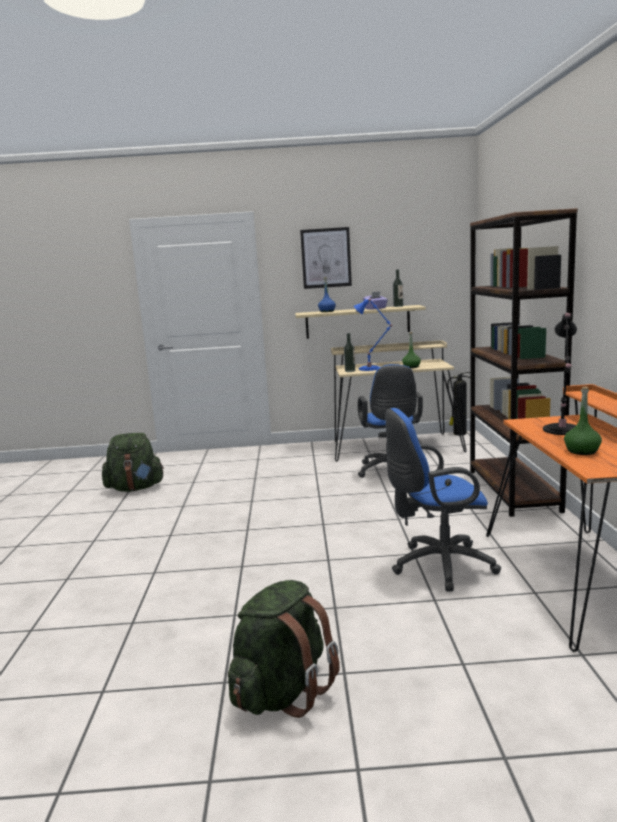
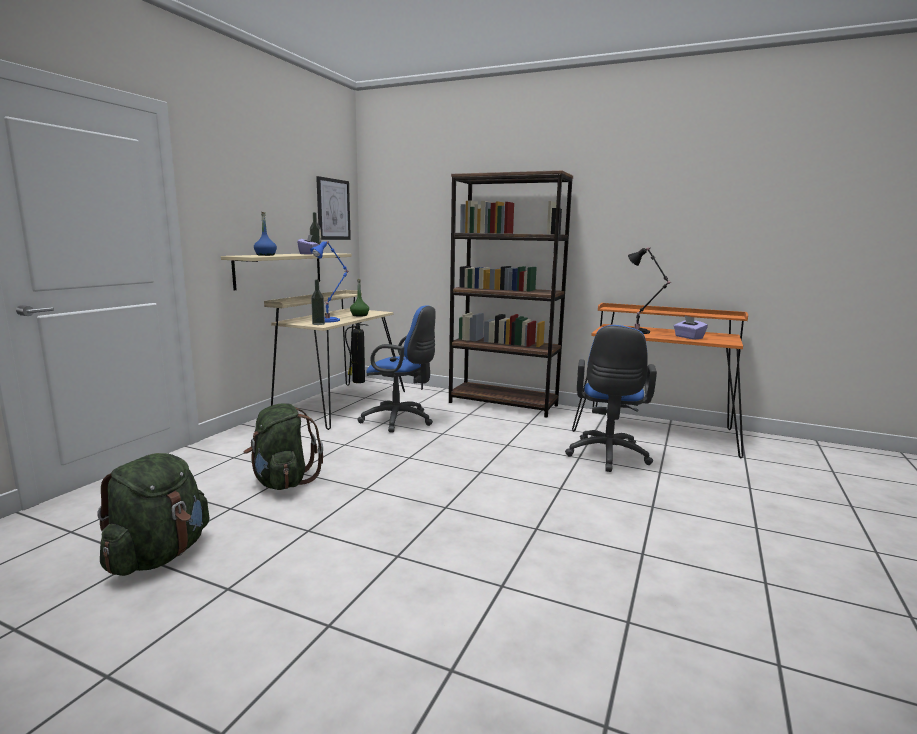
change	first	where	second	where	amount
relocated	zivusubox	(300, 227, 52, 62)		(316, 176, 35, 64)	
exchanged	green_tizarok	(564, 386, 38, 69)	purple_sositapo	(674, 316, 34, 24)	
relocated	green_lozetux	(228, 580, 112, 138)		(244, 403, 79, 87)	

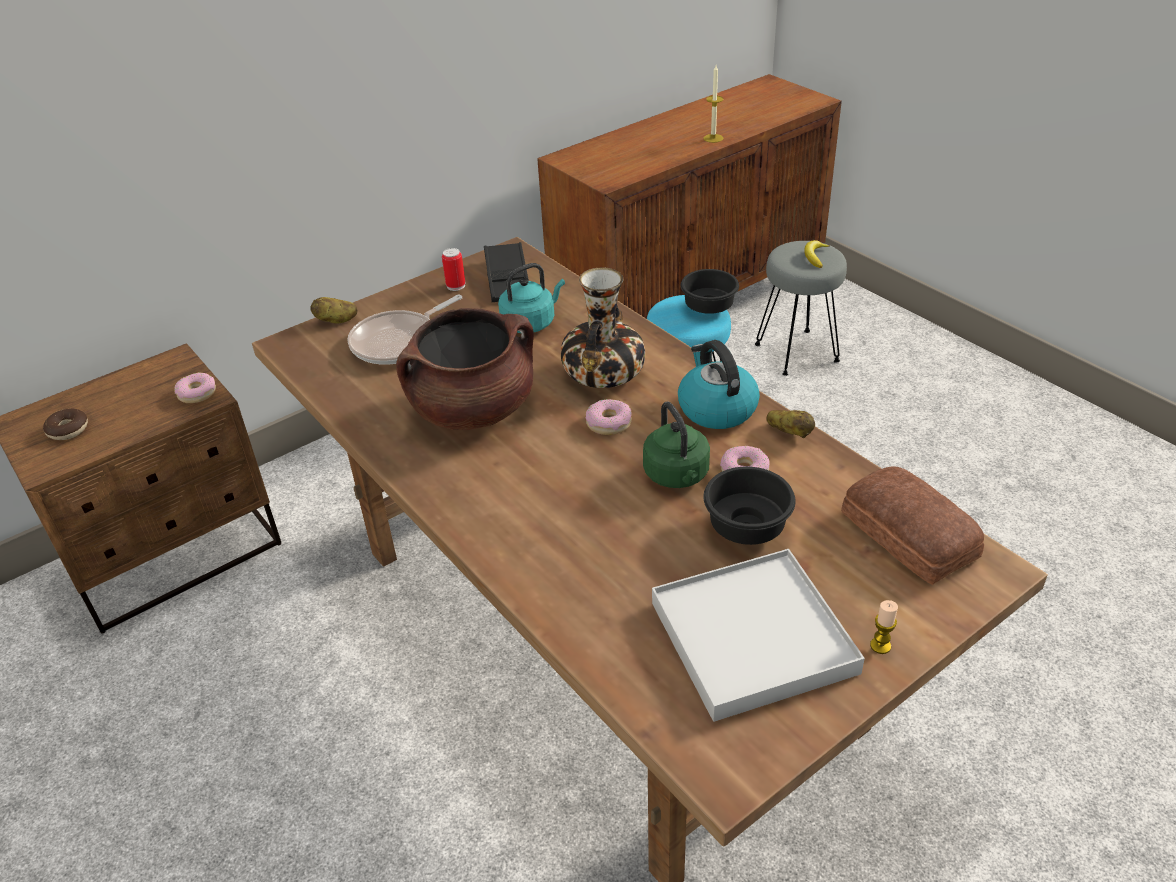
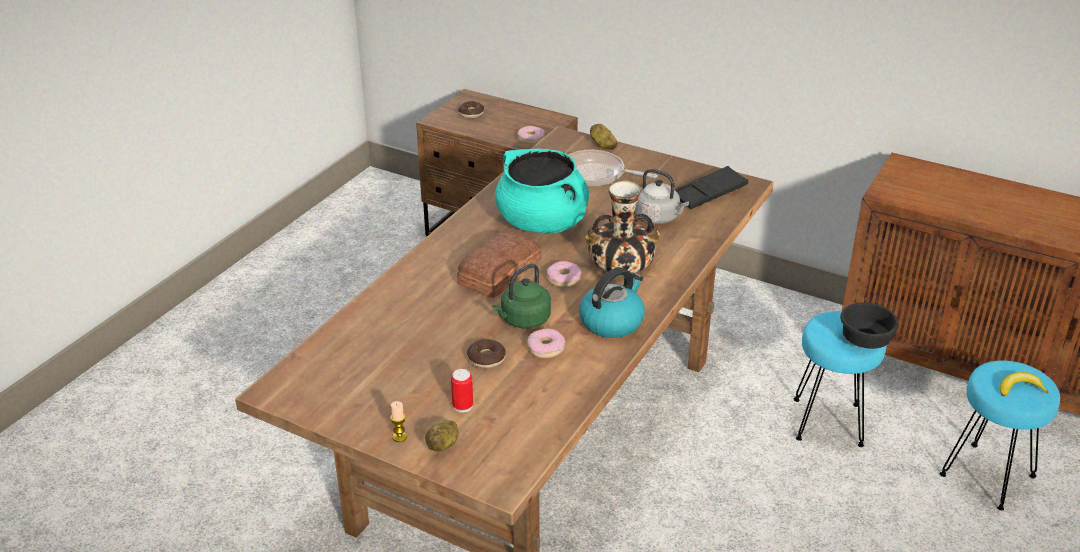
change	first	where	second	where	amount
missing	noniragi	(703, 65, 20, 78)			
colour	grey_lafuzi	(755, 241, 92, 135)	turquoise_lafuzi	(940, 360, 120, 150)	
relocated	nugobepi	(442, 248, 23, 43)		(451, 369, 22, 44)	
colour	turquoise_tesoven	(498, 263, 67, 70)	grey_tesoven	(636, 169, 53, 55)	
colour	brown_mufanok	(396, 308, 138, 122)	turquoise_mufanok	(495, 148, 94, 85)	
relocated	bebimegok	(766, 410, 49, 28)		(425, 420, 34, 32)	
exchanged	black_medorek	(703, 466, 93, 79)	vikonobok	(467, 339, 39, 29)	
relocated	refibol	(841, 467, 143, 118)		(457, 231, 85, 67)	
missing	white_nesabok	(652, 549, 213, 173)			

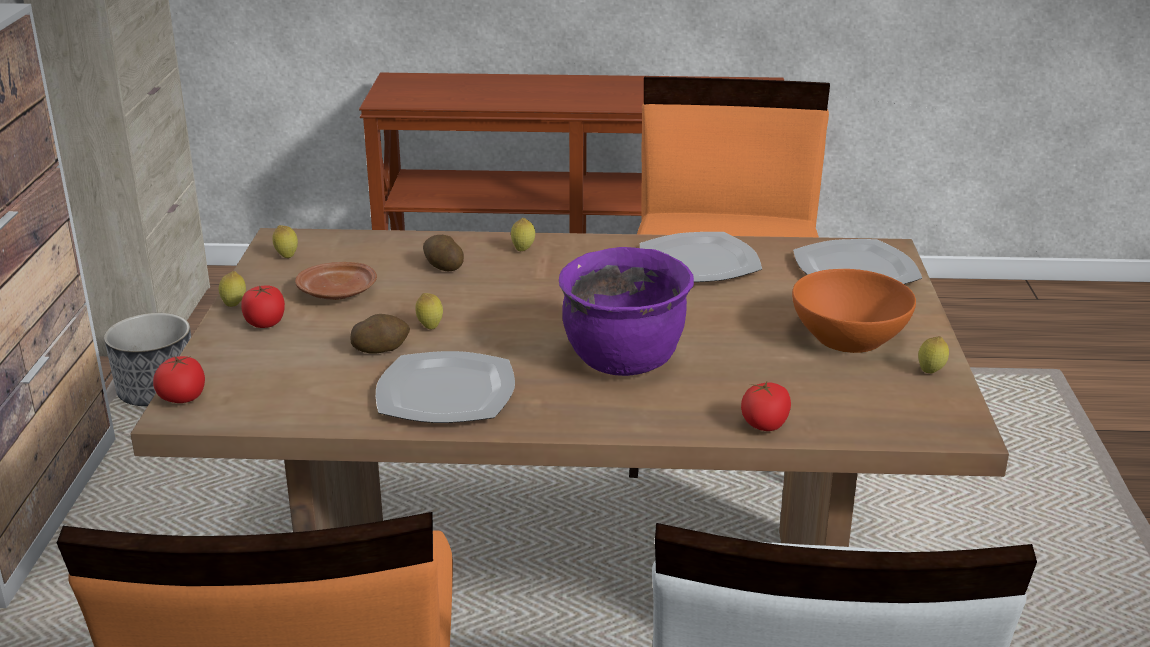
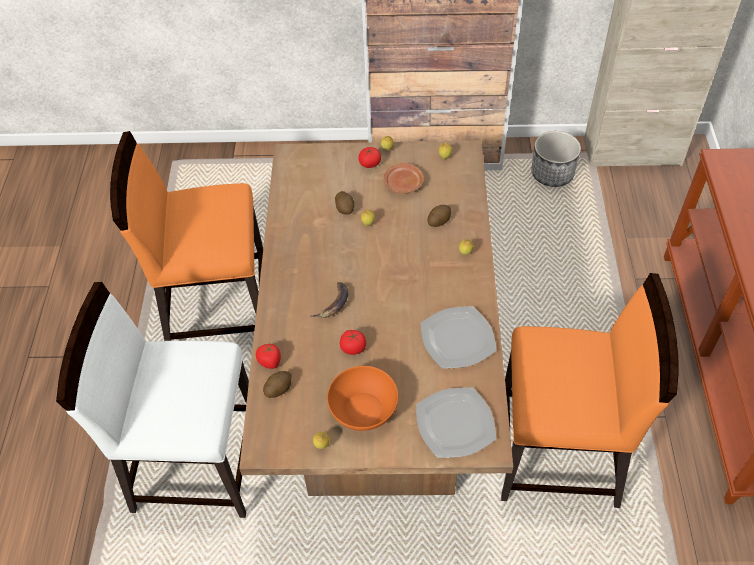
change	first	where	second	where	amount
exchanged	purple_mufanok	(559, 247, 135, 129)	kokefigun	(310, 282, 38, 36)	
missing	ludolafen	(376, 351, 139, 72)			
relocated	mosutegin	(153, 356, 52, 47)		(340, 330, 26, 25)	
appeared			bebimegok	(263, 371, 29, 27)	

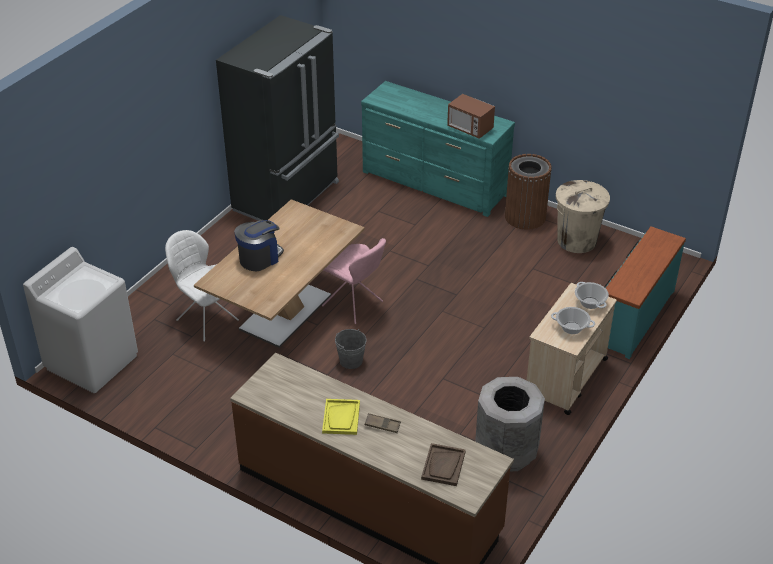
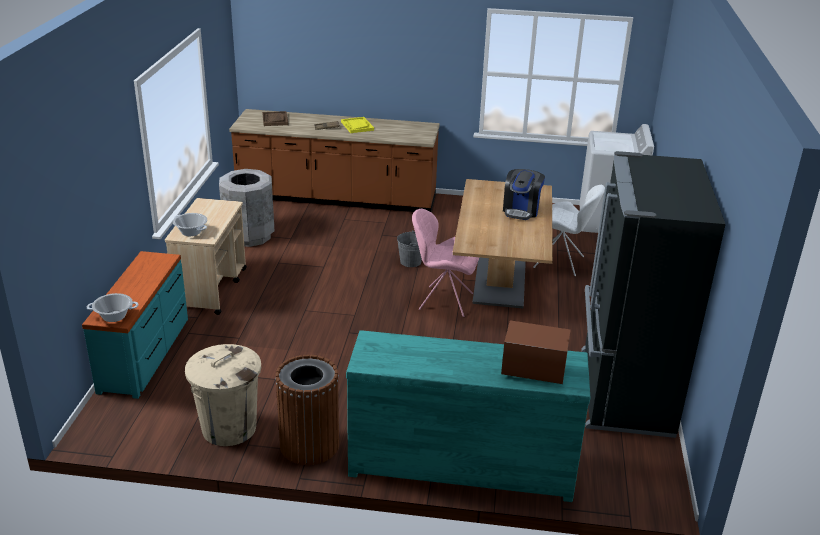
change	first	where	second	where	amount
relocated	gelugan	(447, 94, 48, 45)		(501, 320, 69, 64)	
relocated	mufanok	(551, 307, 44, 27)		(87, 293, 51, 29)	

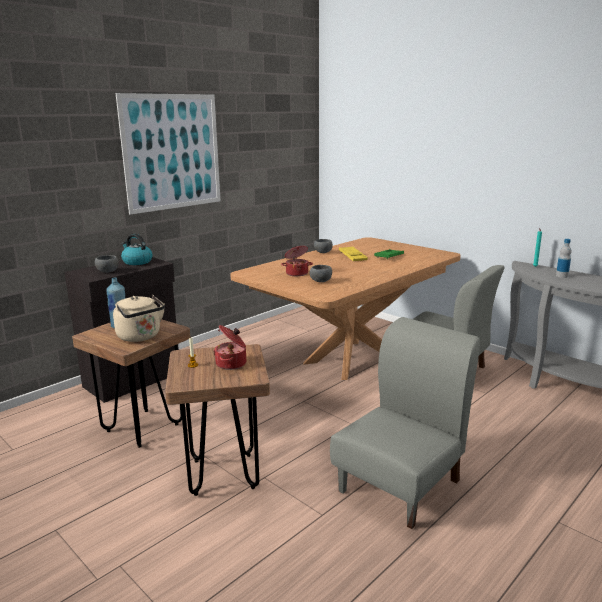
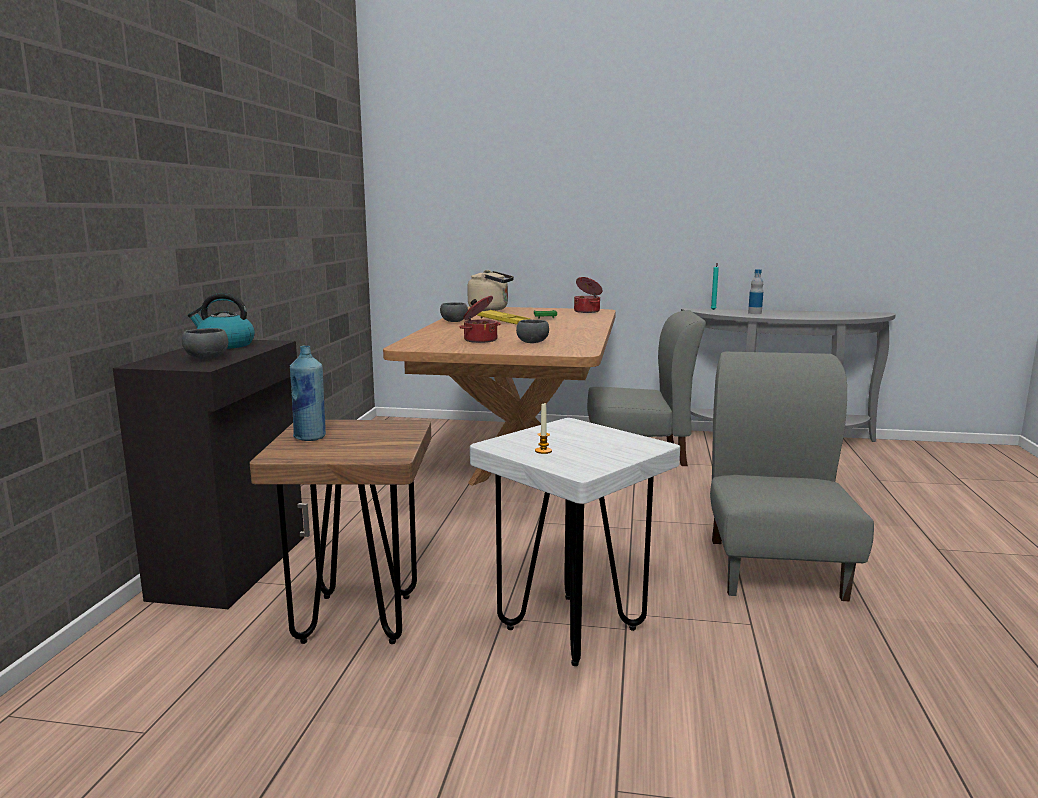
change	first	where	second	where	amount
missing	zivusubox	(116, 93, 105, 122)			
relocated	beige_tesoven	(113, 295, 52, 47)		(467, 270, 47, 41)	
relocated	mufanok	(214, 325, 32, 45)		(574, 277, 28, 36)	
colour	brown_lafuzi	(165, 344, 105, 152)	white_lafuzi	(470, 418, 210, 248)	

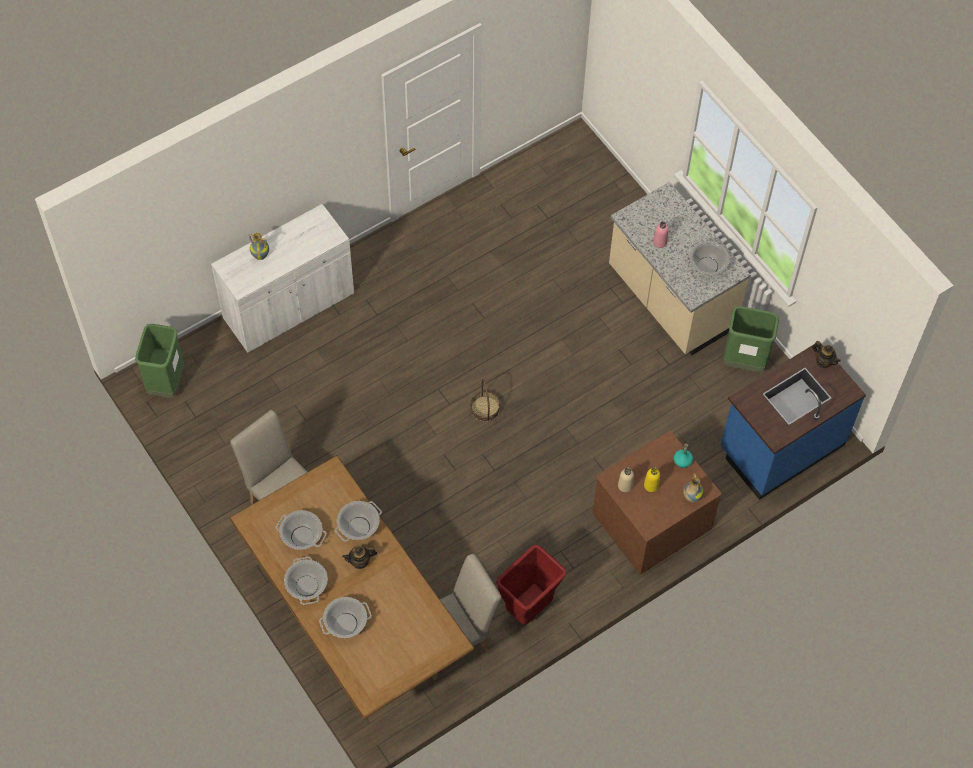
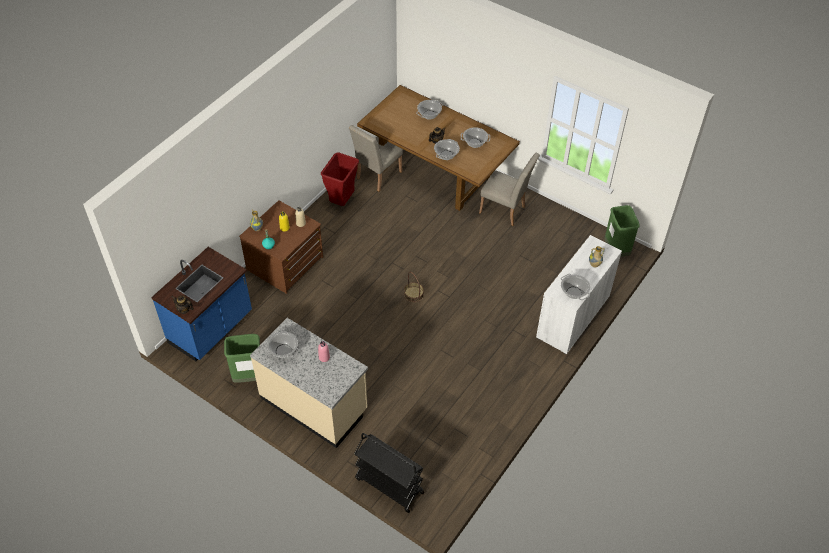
change	first	where	second	where	amount
relocated	mufanok	(284, 557, 44, 48)		(561, 274, 29, 26)	
appeared			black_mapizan	(354, 433, 70, 80)	

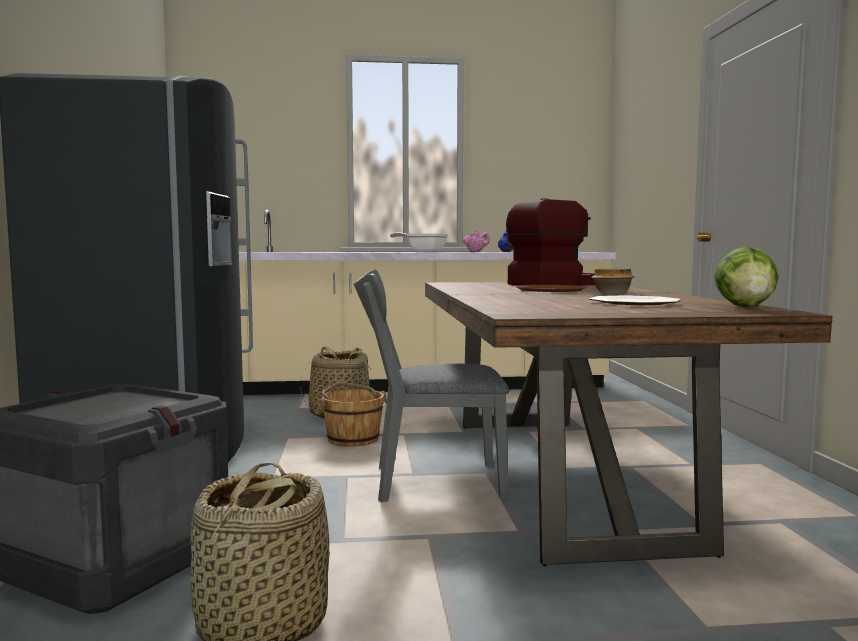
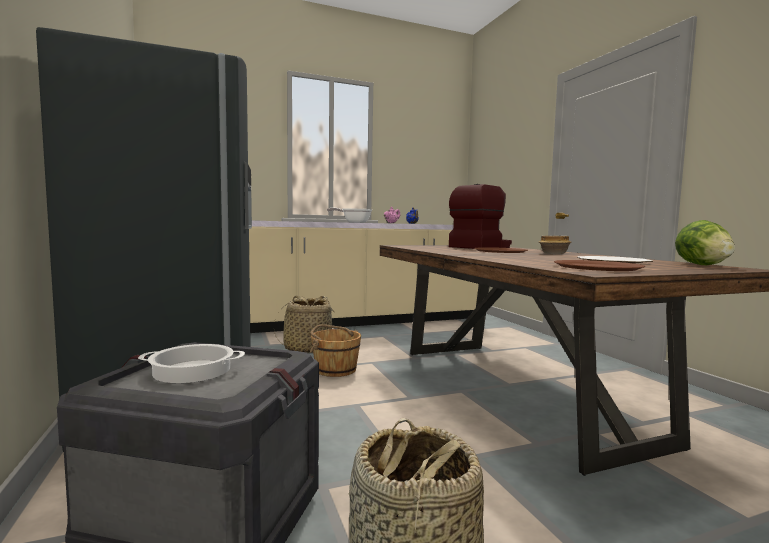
change	first	where	second	where	amount
missing	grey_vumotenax	(353, 270, 156, 232)			
appeared			brown_ludolafen	(554, 260, 91, 11)	
appeared			mufanok	(138, 344, 107, 39)	

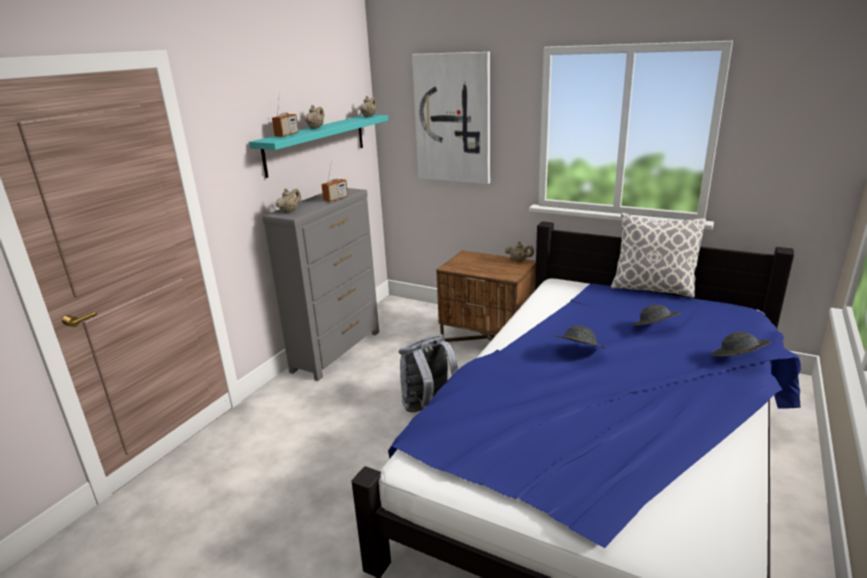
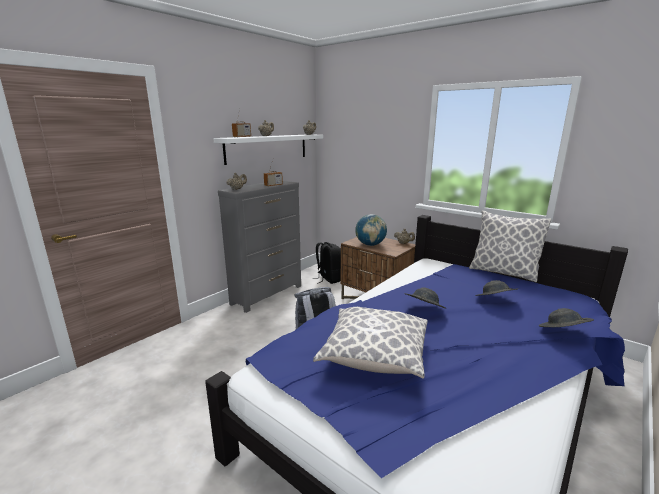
change	first	where	second	where	amount
missing	zivusubox	(412, 52, 78, 132)			
colour	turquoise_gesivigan	(249, 115, 139, 63)	white_gesivigan	(213, 134, 110, 31)	
appeared			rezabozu	(355, 214, 32, 32)	
appeared			black_lozetux	(312, 242, 29, 42)	
appeared			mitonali	(313, 307, 114, 72)	

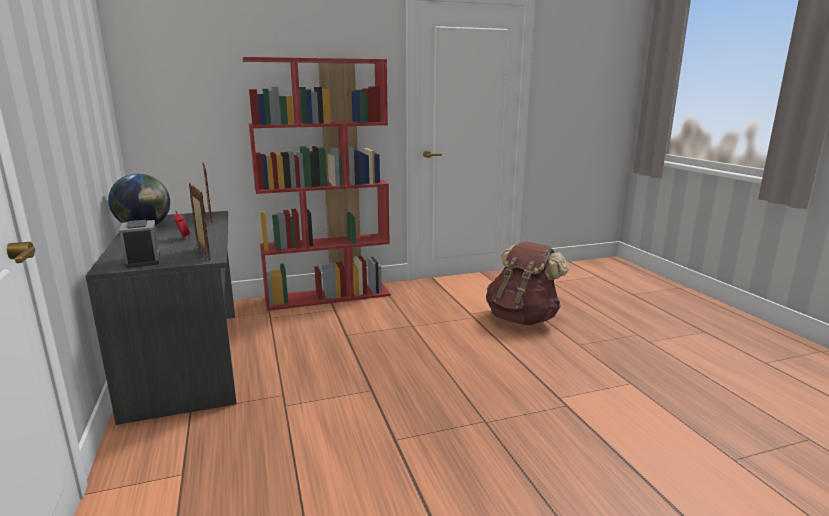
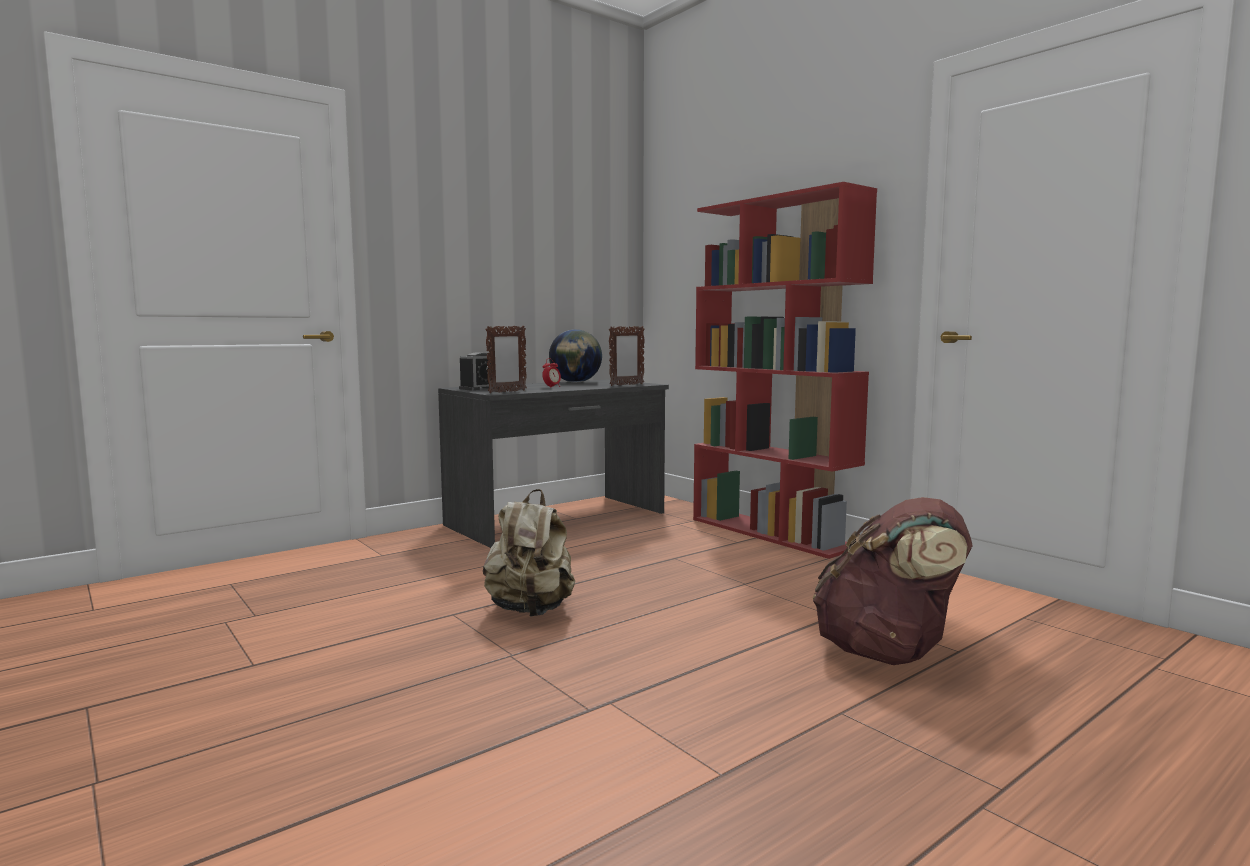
change	first	where	second	where	amount
appeared			beige_lozetux	(483, 489, 92, 128)	

